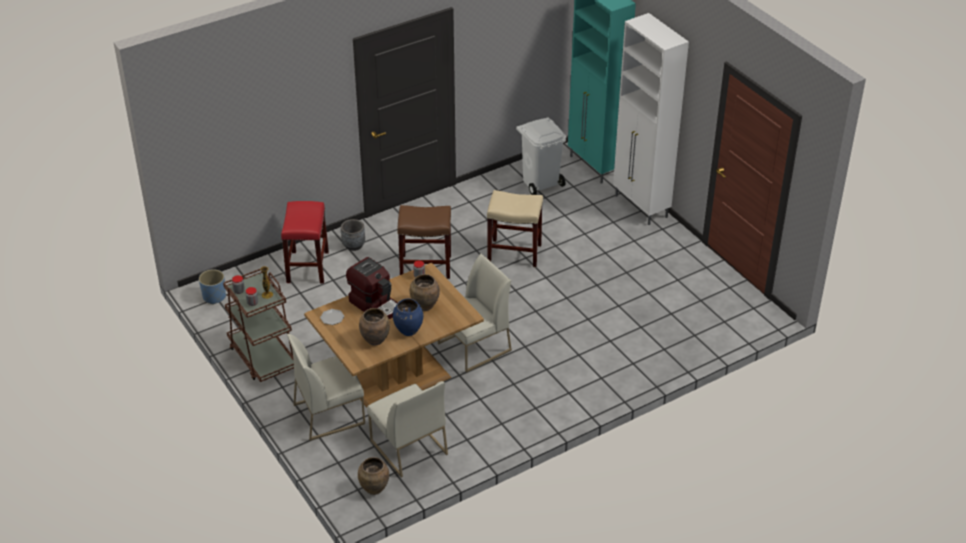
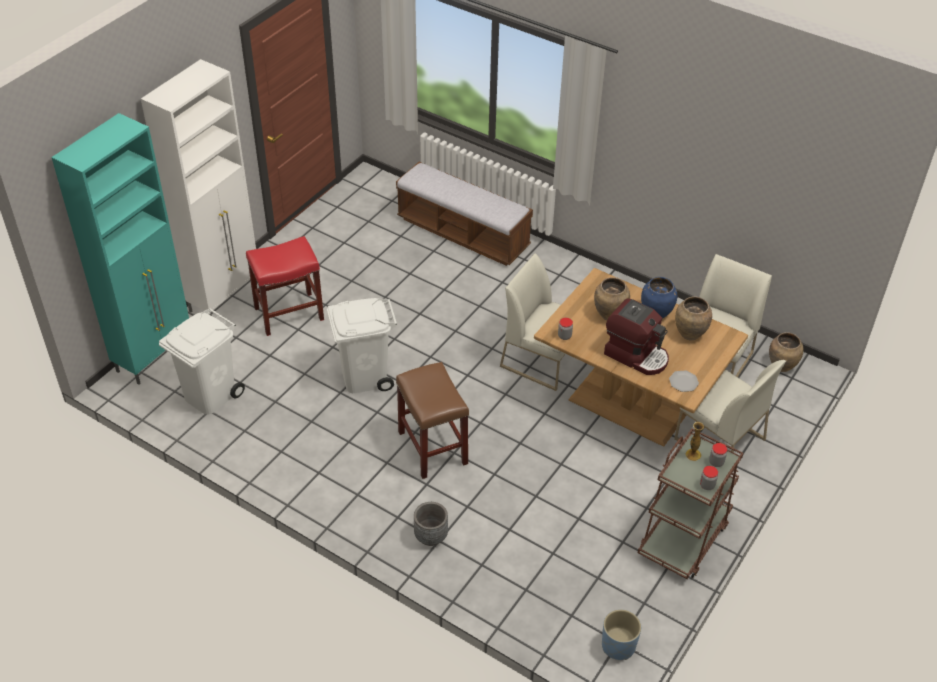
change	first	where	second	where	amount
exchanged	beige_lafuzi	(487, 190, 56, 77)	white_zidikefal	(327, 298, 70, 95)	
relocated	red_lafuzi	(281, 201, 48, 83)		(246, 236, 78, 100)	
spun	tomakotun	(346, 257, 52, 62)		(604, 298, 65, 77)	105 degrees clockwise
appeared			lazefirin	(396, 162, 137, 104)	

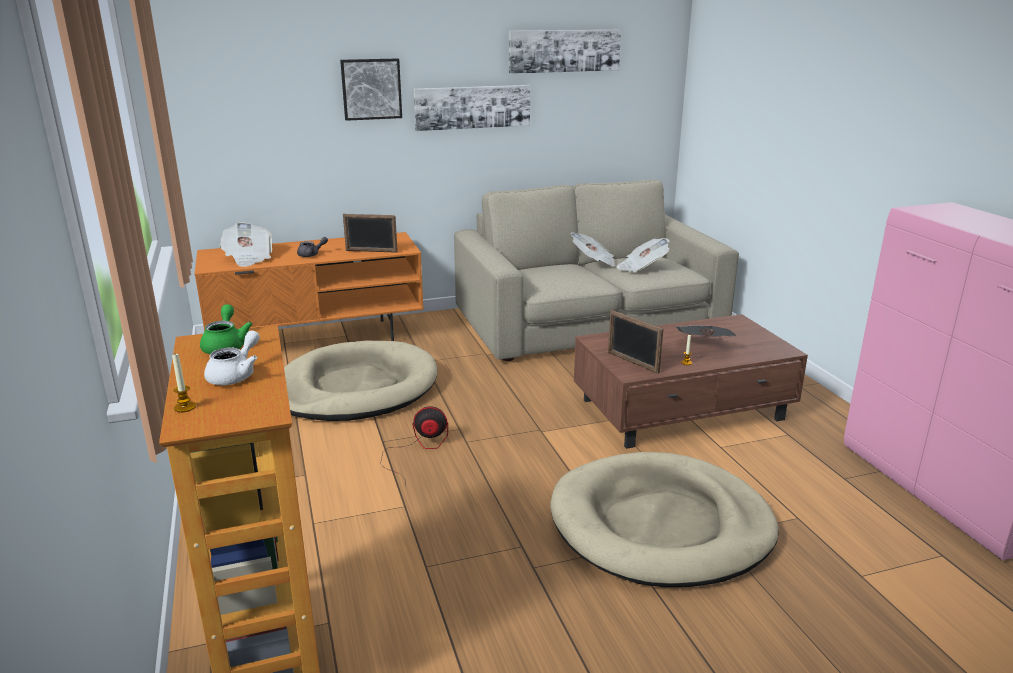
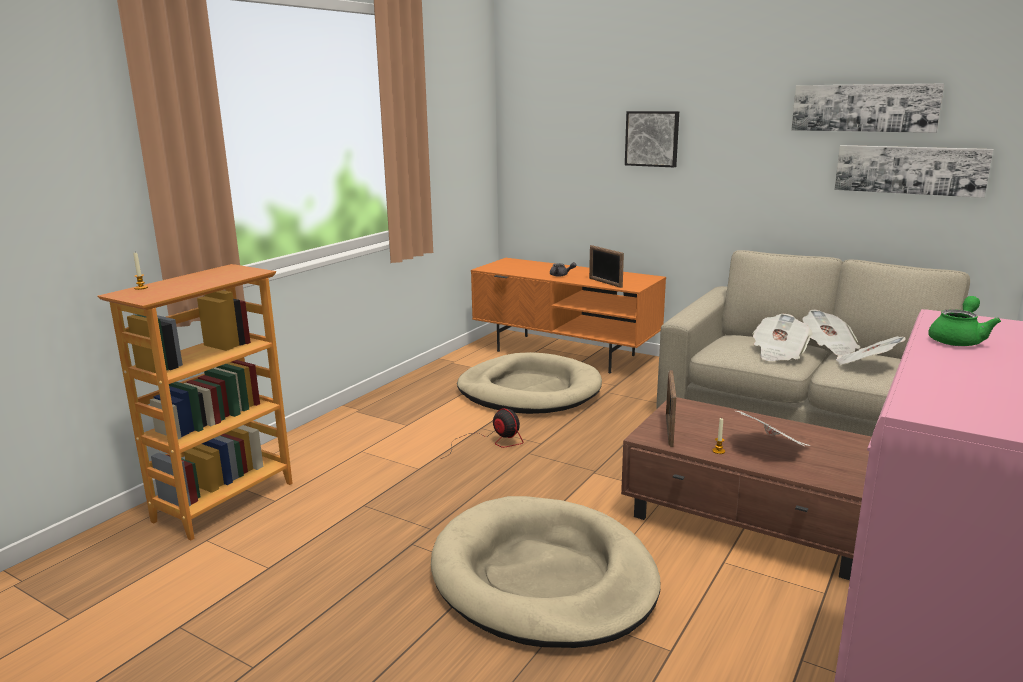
change	first	where	second	where	amount
relocated	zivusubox	(413, 85, 117, 46)		(834, 145, 159, 53)	
relocated	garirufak	(219, 222, 53, 45)		(752, 314, 60, 47)	
relocated	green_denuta	(200, 304, 52, 50)		(928, 296, 73, 50)	
missing	white_denuta	(204, 330, 56, 55)			

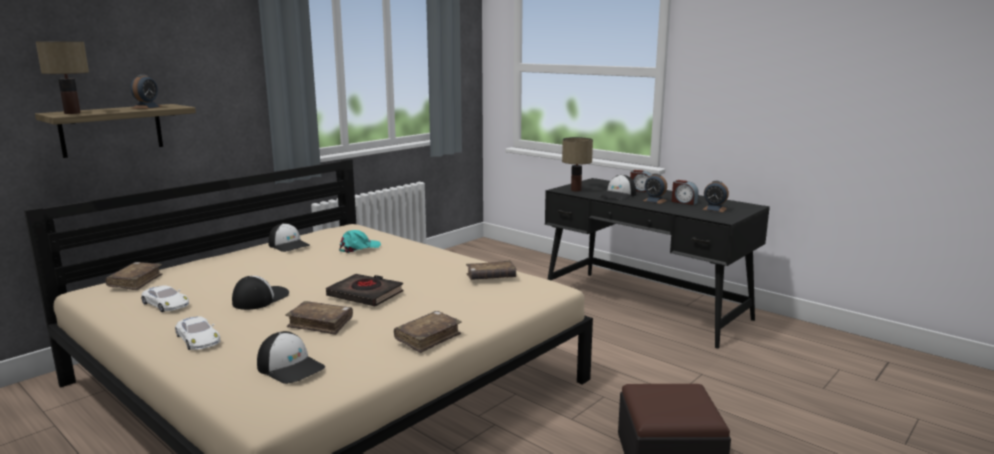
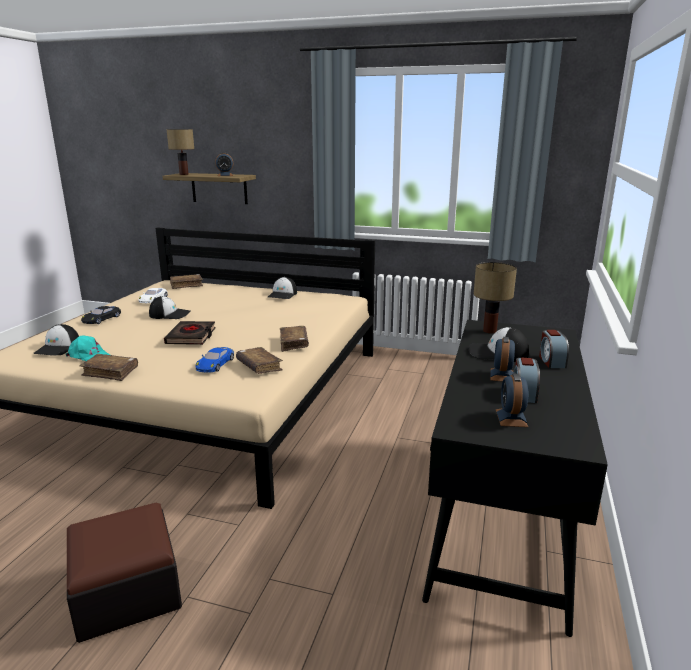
change	first	where	second	where	amount
relocated	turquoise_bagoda	(339, 230, 42, 23)		(66, 336, 44, 25)	
relocated	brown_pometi	(285, 301, 68, 34)		(280, 326, 29, 26)	
colour	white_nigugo	(175, 317, 45, 33)	black_nigugo	(81, 306, 40, 18)	
appeared			blue_nigugo	(195, 347, 39, 26)	

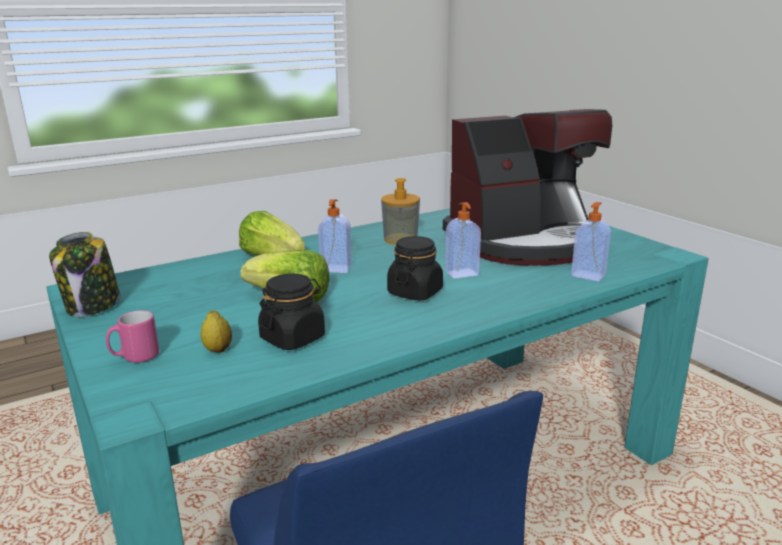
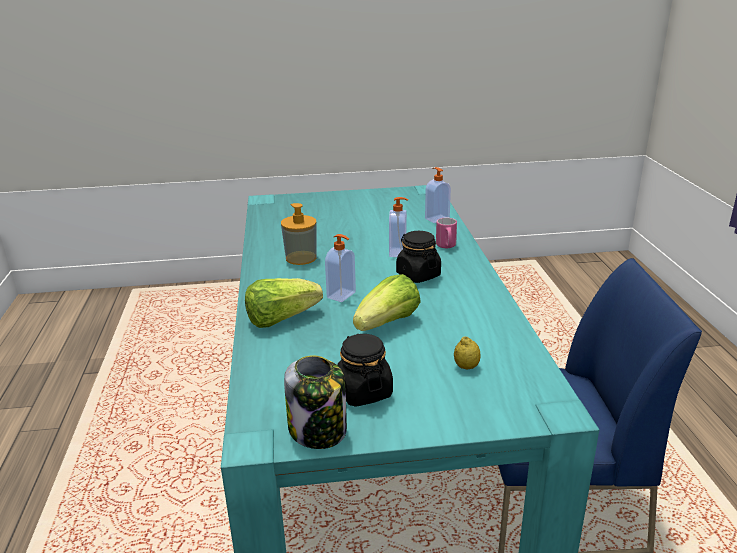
change	first	where	second	where	amount
missing	tomakotun	(443, 109, 169, 157)			
relocated	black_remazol	(258, 274, 67, 76)		(337, 334, 56, 73)	
relocated	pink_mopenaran	(106, 310, 53, 53)		(436, 218, 21, 30)	

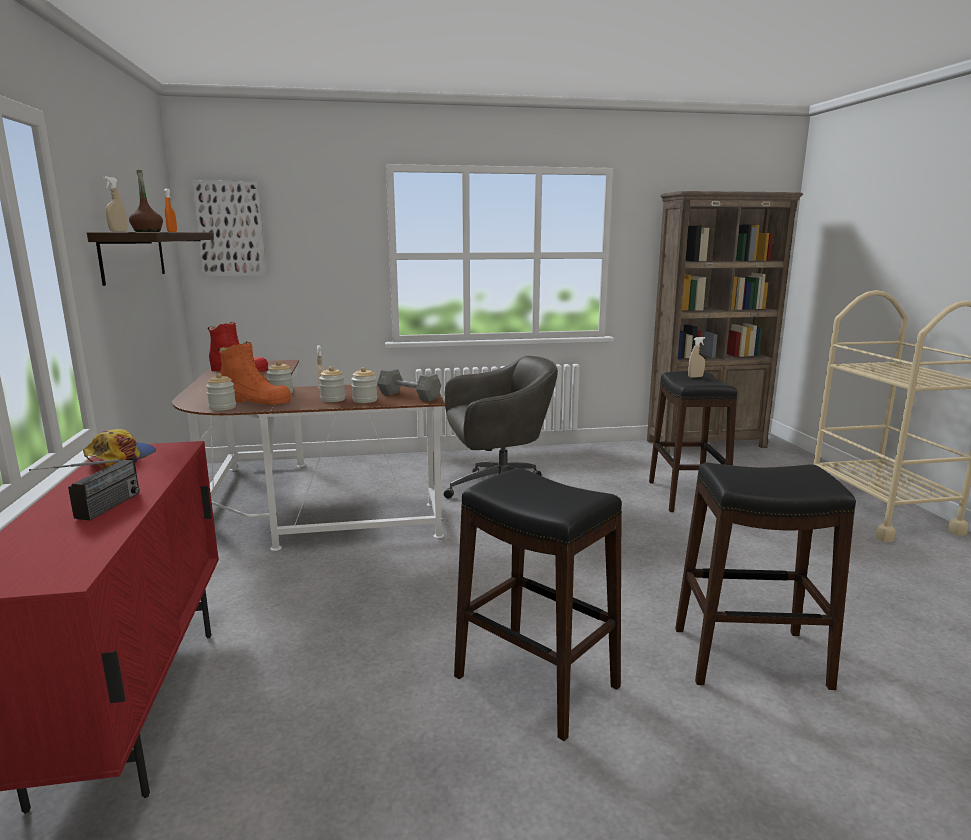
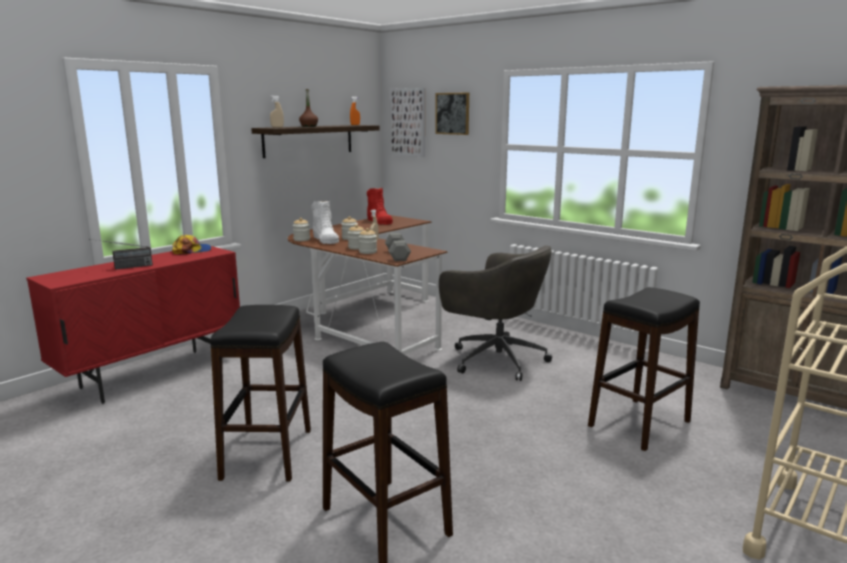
change	first	where	second	where	amount
missing	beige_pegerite	(688, 337, 17, 41)			
colour	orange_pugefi	(218, 342, 73, 63)	white_pugefi	(311, 201, 28, 43)	
appeared			zivusubox	(435, 92, 34, 43)	

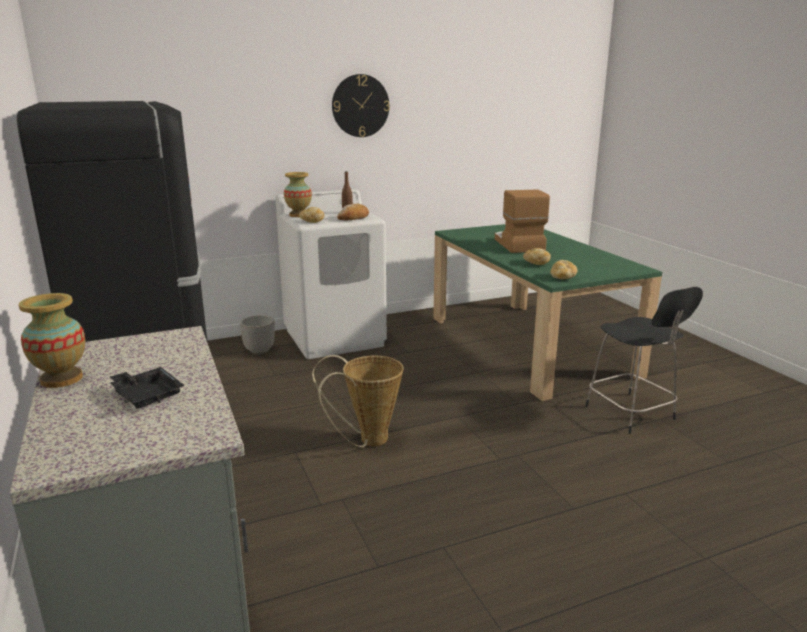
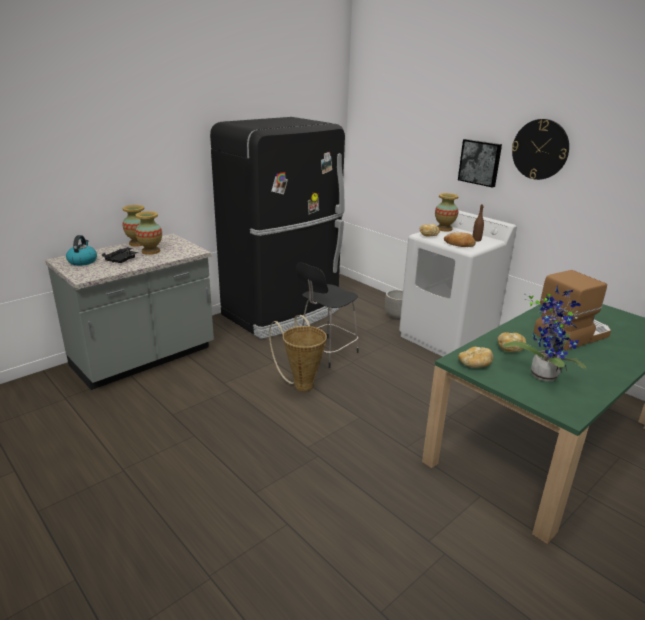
change	first	where	second	where	amount
relocated	black_lafuzi	(585, 287, 118, 147)		(296, 262, 63, 106)	
appeared			zivusubox	(458, 139, 44, 48)	
appeared			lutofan	(135, 211, 27, 44)	
appeared			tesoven	(66, 235, 31, 31)	
appeared			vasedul	(503, 285, 84, 96)	

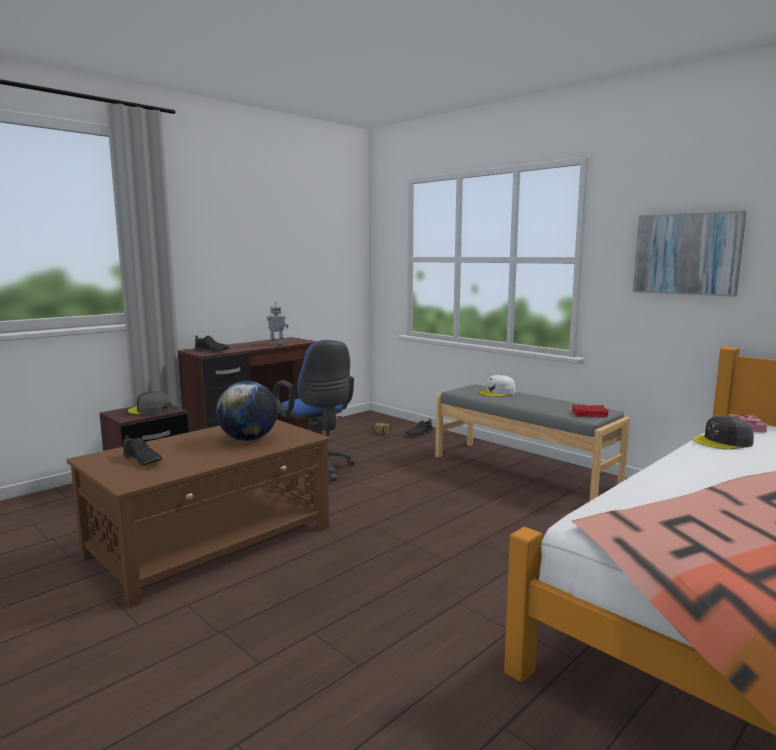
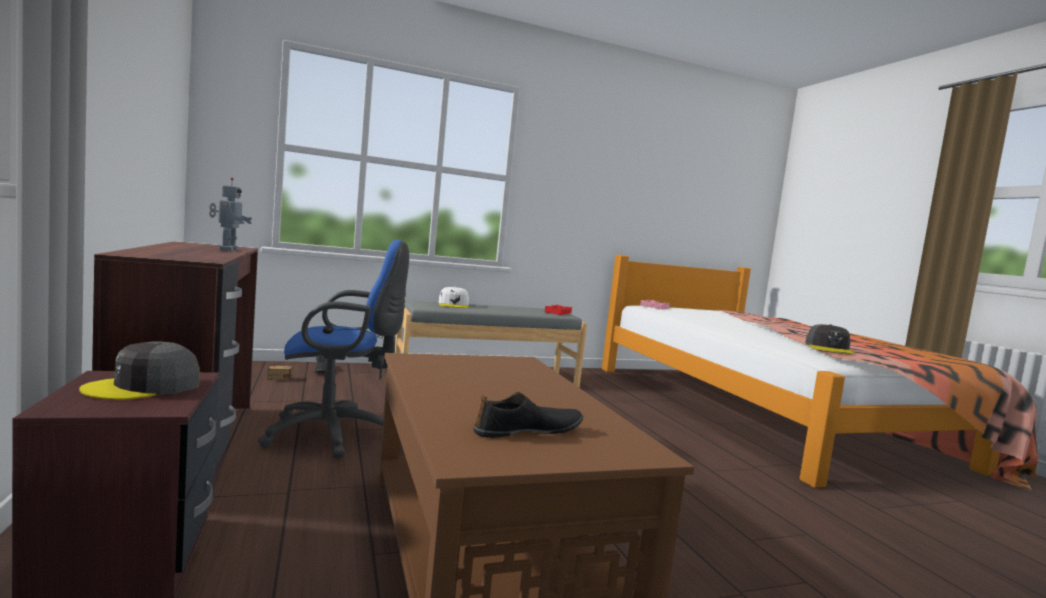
change	first	where	second	where	amount
missing	zivusubox	(633, 211, 114, 86)			
missing	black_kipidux	(195, 336, 34, 16)			
missing	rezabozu	(216, 381, 62, 60)			
relocated	grey_bagoda	(692, 416, 62, 34)		(805, 324, 50, 30)	

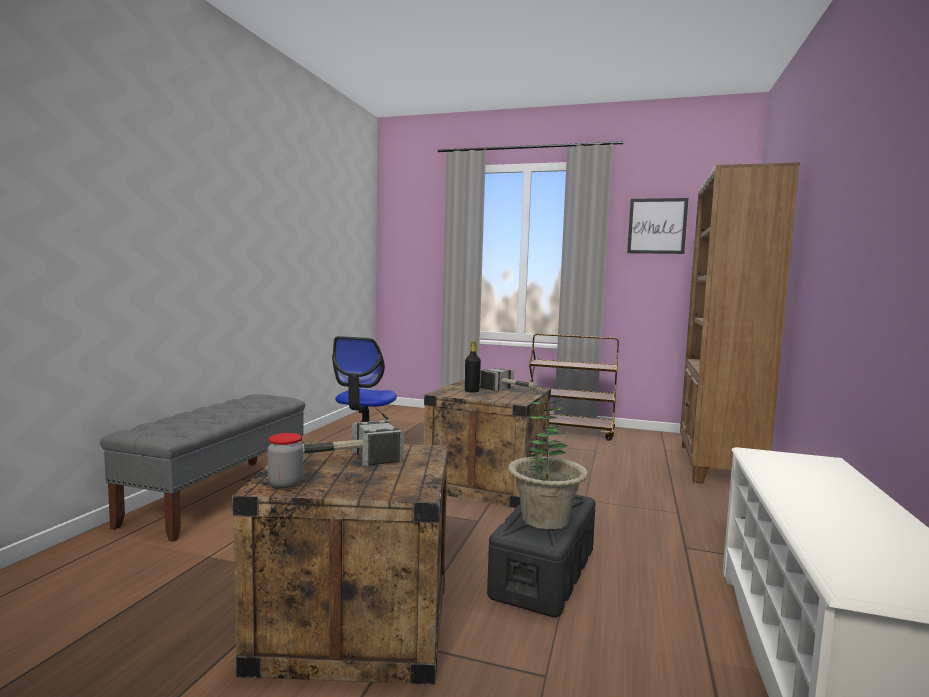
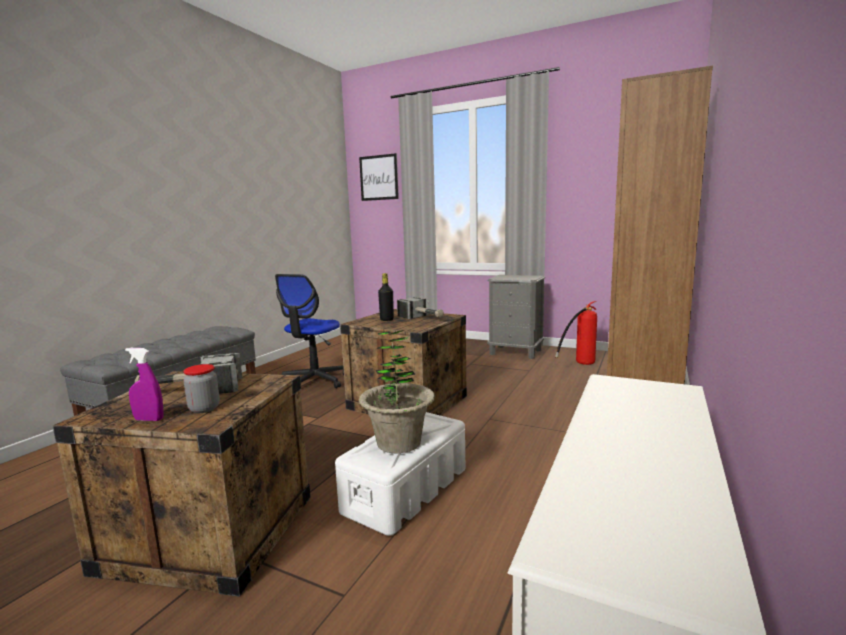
change	first	where	second	where	amount
relocated	zivusubox	(627, 198, 61, 56)		(359, 153, 40, 48)	
exchanged	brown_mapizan	(529, 334, 90, 107)	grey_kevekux	(487, 275, 58, 84)	
relocated	remazol	(267, 433, 36, 55)		(183, 364, 37, 49)	
colour	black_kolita	(487, 495, 109, 122)	white_kolita	(335, 412, 130, 124)	
appeared			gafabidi	(555, 301, 42, 64)	
appeared			purple_pegerite	(125, 348, 39, 73)	

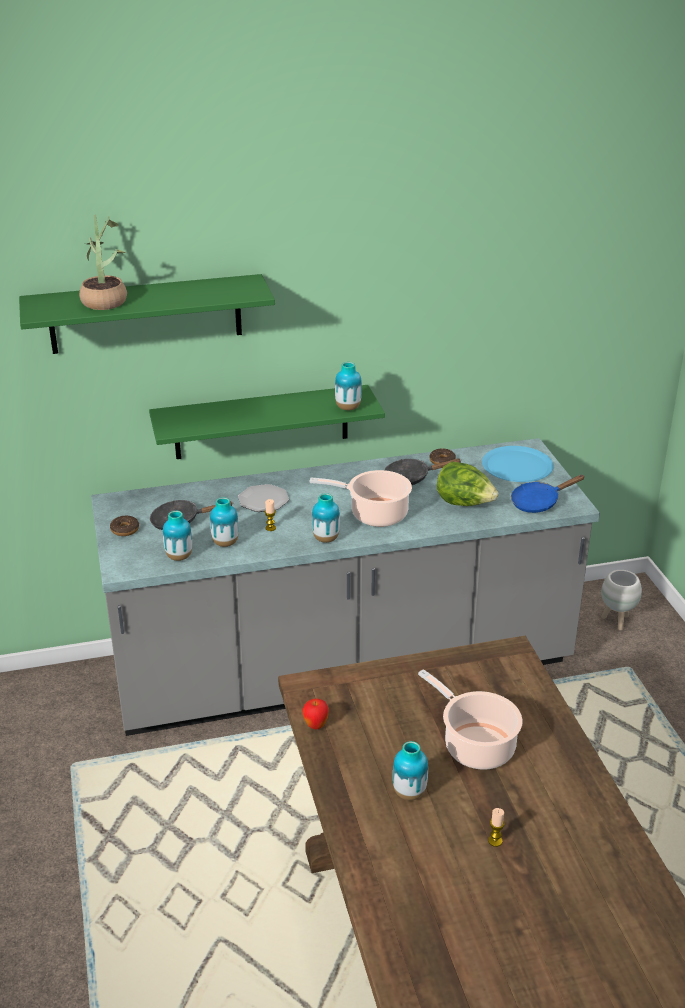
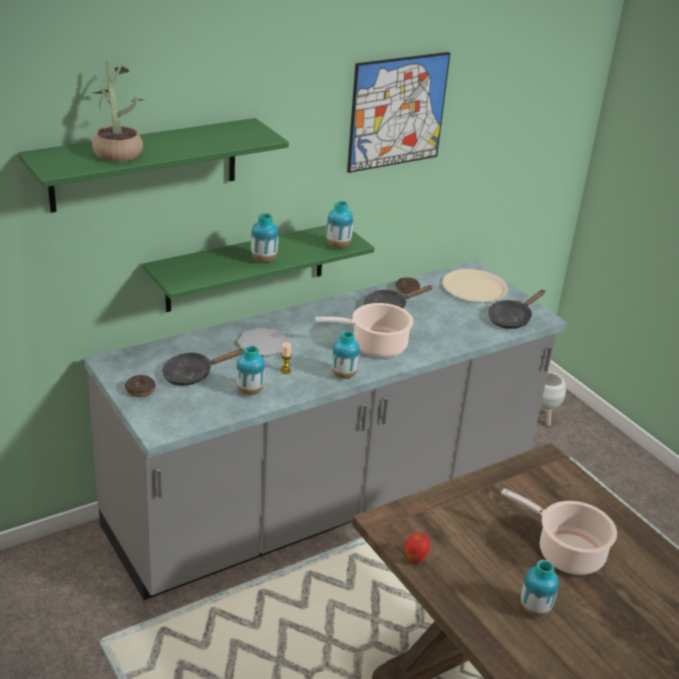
change	first	where	second	where	amount
colour	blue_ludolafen	(482, 446, 72, 36)	beige_ludolafen	(442, 269, 66, 33)	
missing	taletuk	(437, 461, 61, 45)			
colour	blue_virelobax	(511, 475, 74, 38)	black_virelobax	(488, 290, 57, 39)	
relocated	lutofan	(163, 511, 29, 50)		(251, 213, 27, 49)	
missing	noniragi	(488, 808, 17, 39)			
appeared			zivusubox	(347, 52, 103, 121)	

